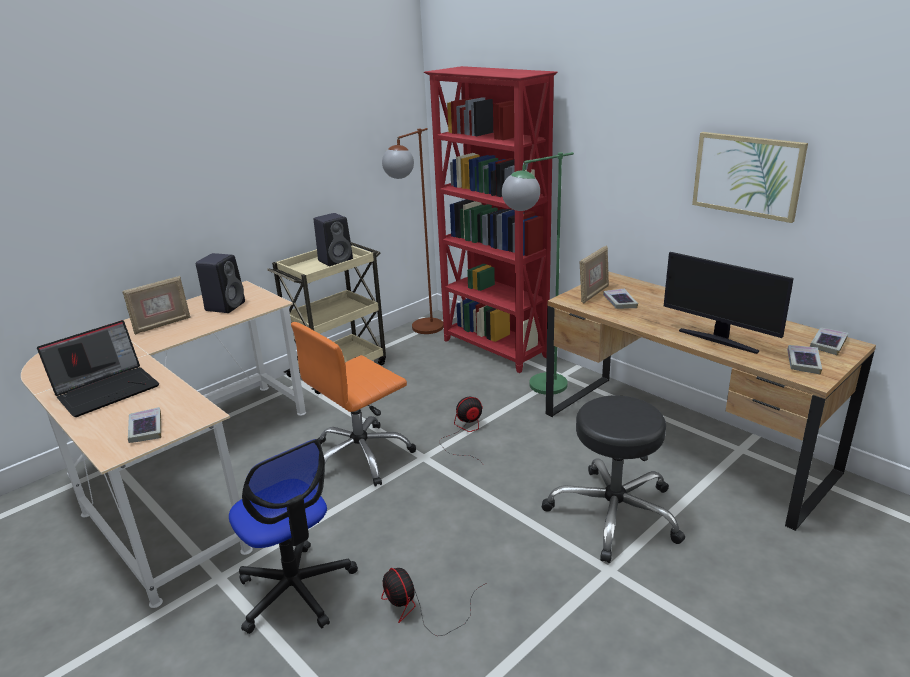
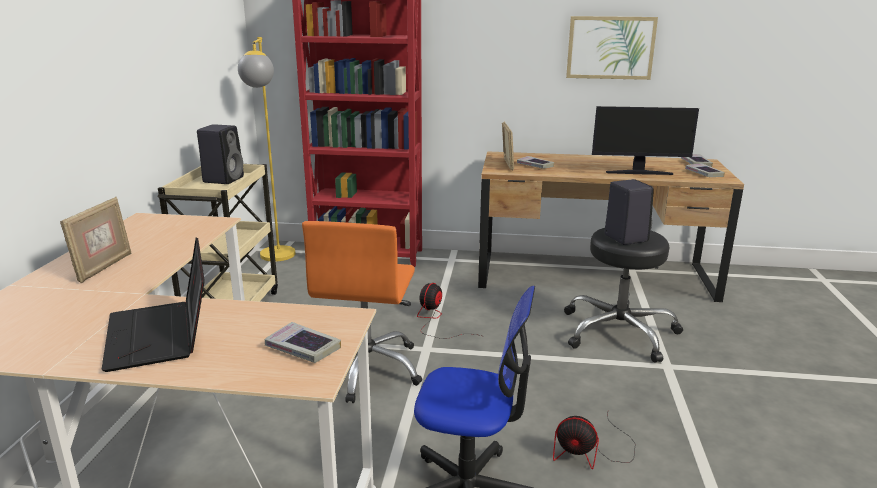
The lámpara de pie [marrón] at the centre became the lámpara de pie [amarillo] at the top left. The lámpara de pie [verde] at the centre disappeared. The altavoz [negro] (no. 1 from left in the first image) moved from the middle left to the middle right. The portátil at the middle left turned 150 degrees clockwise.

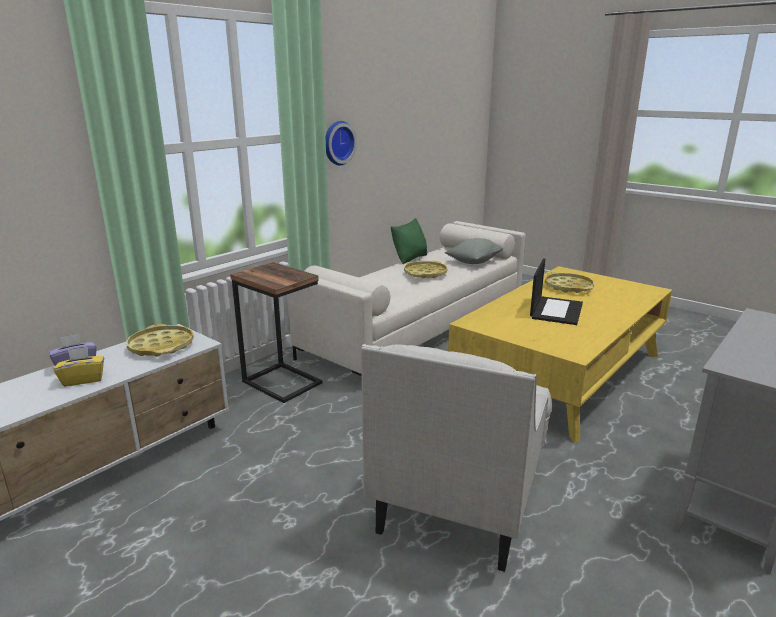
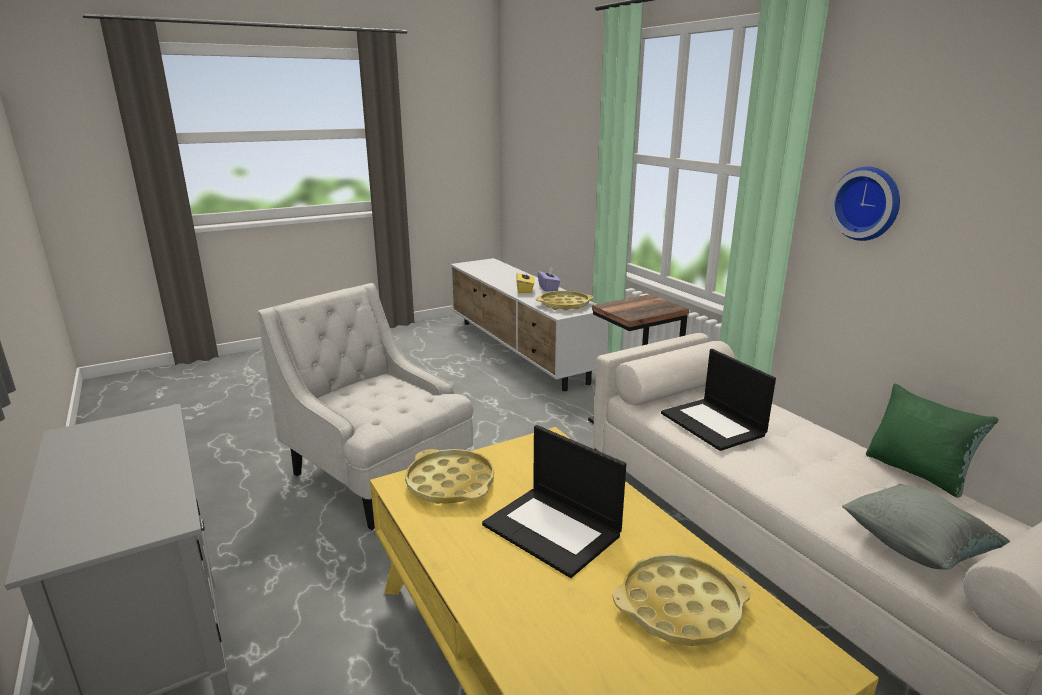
The bandeja [amarillo] (no. 2 from left in the first image) moved from the centre to the bottom centre. The portátil (no. 2 from left) at the middle right appeared.

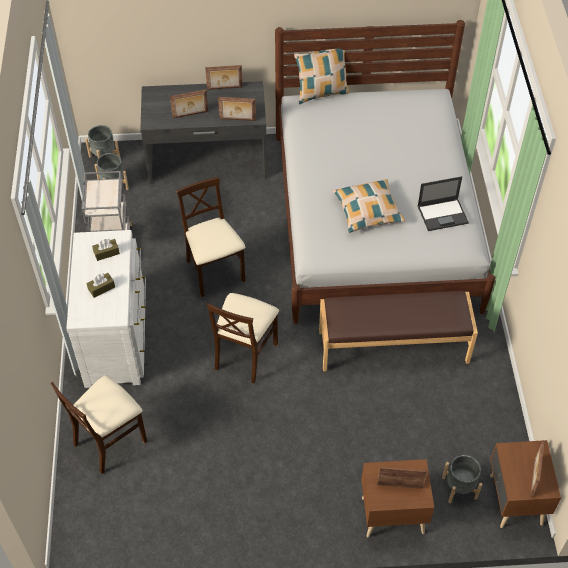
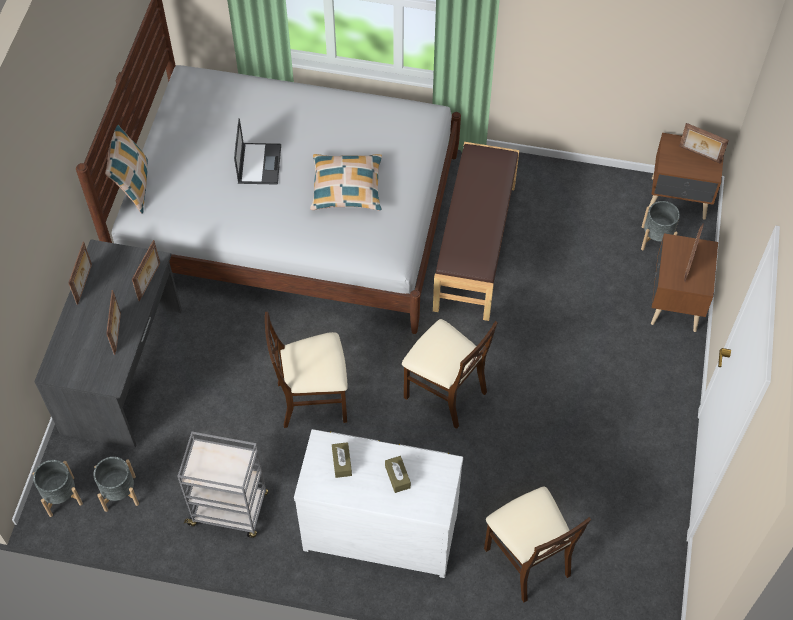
The portátil moved from the middle right to the top left.

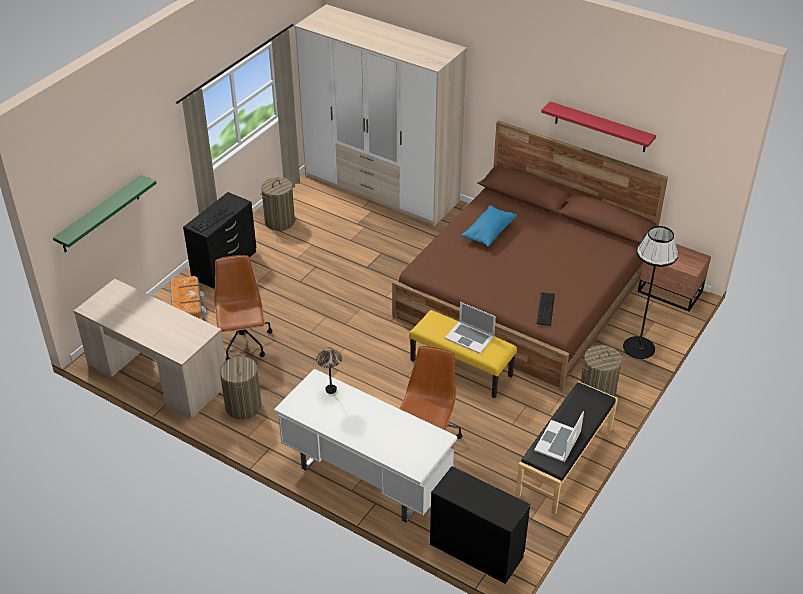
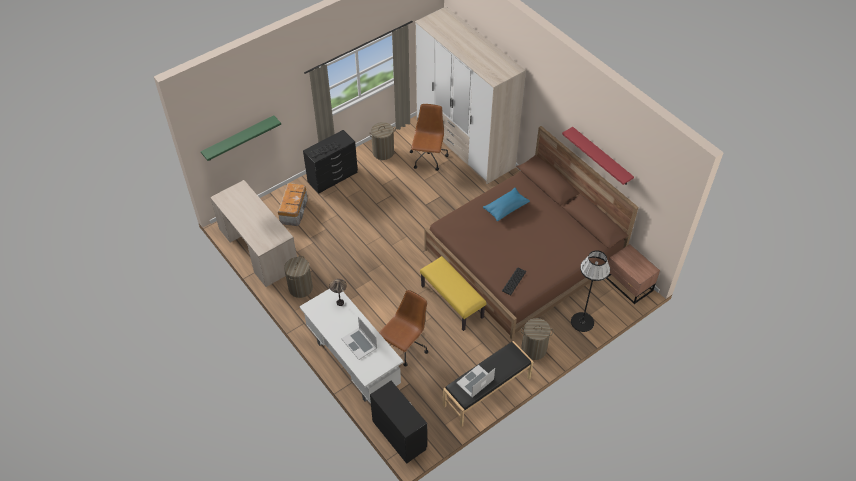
The silla de oficina [marrón] (no. 1 from left in the first image) moved from the middle left to the top centre. The portátil (no. 1 from left) moved from the centre to the bottom centre.

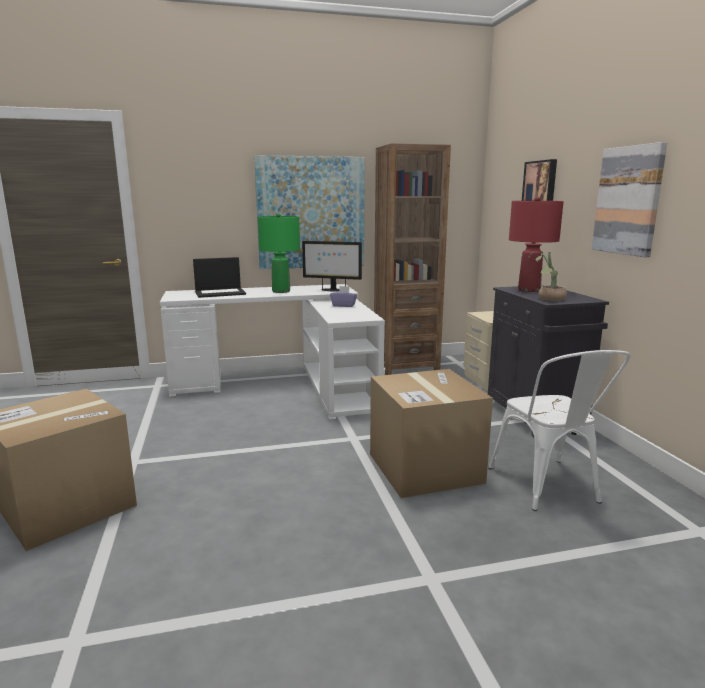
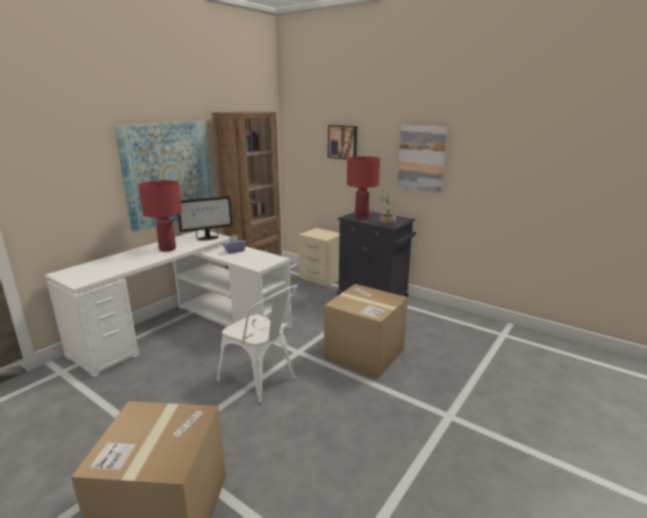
The lámpara de mesa [verde] at the centre became the lámpara de mesa [rojo] (no. 1 from left) at the middle left. The portátil at the middle left disappeared. The silla [blanco] moved from the middle right to the centre.

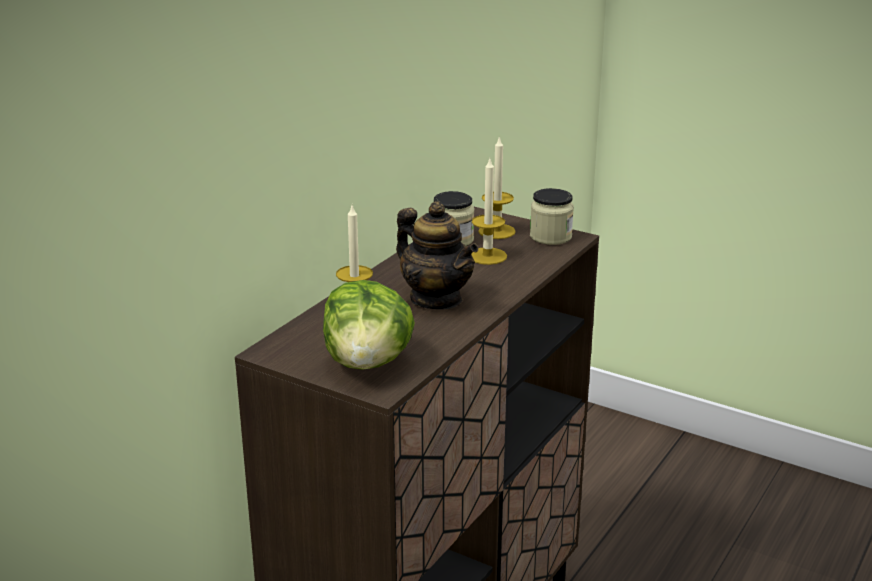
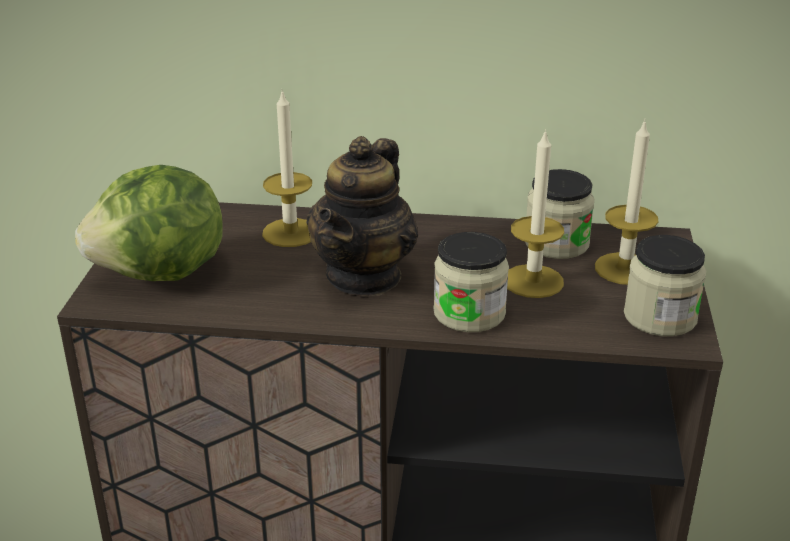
The tarro (no. 1 from left) at the centre appeared.

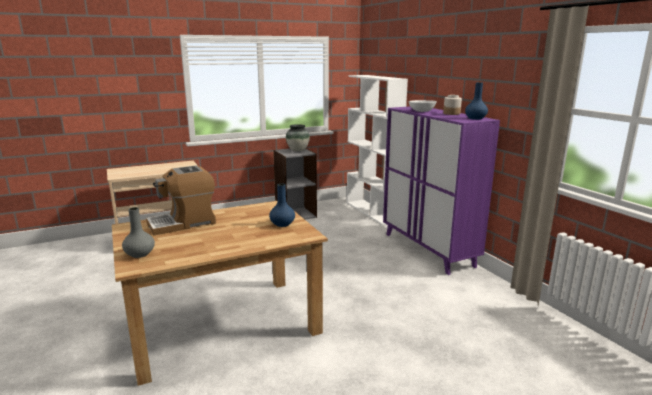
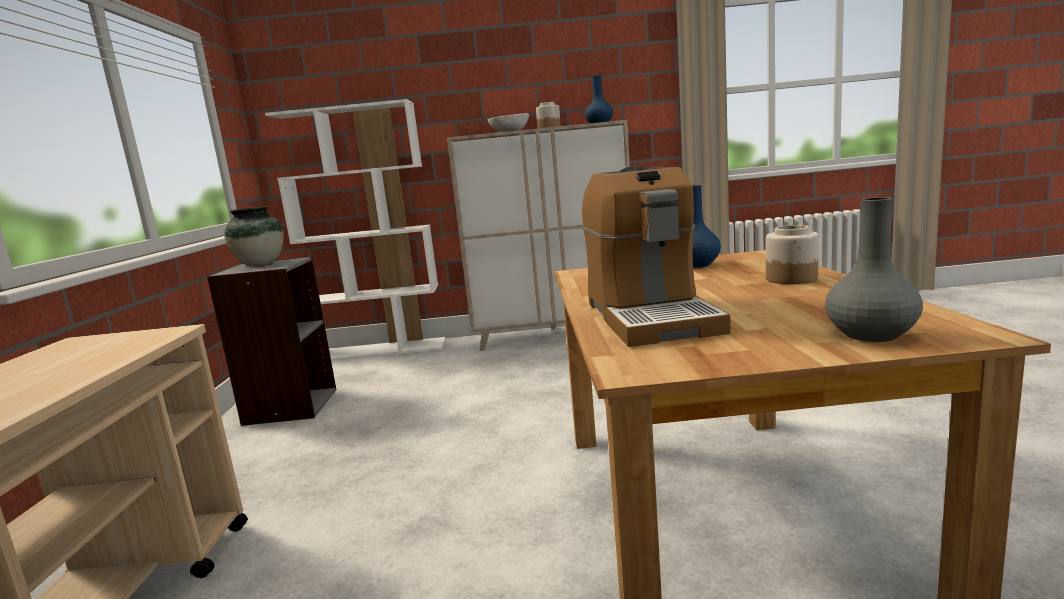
The armario [morado] at the middle right became the armario [beis] at the centre. The tarro (no. 2 from left) at the middle right appeared.

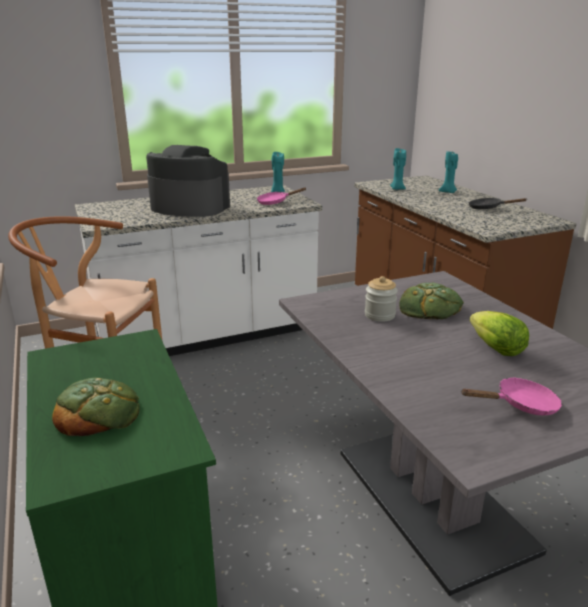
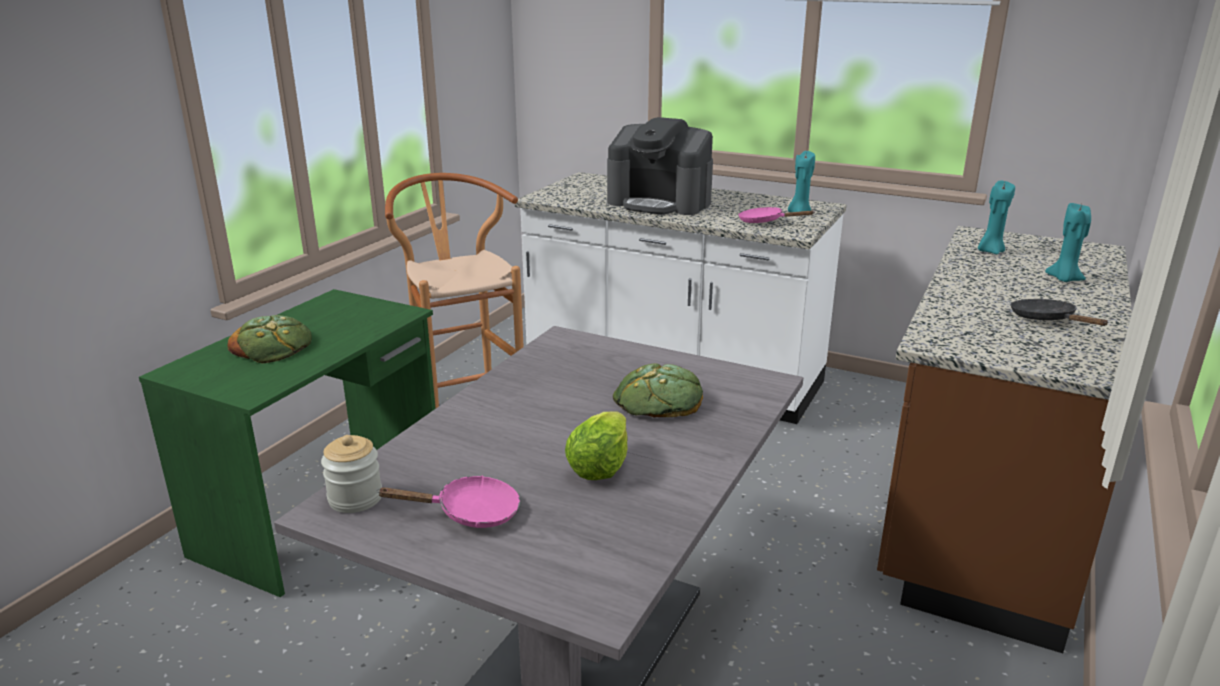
The cafetera at the top left turned 135 degrees clockwise. The tarro moved from the centre to the bottom left. The sartén [rosa] (no. 2 from left in the first image) at the middle right turned 45 degrees counterclockwise.

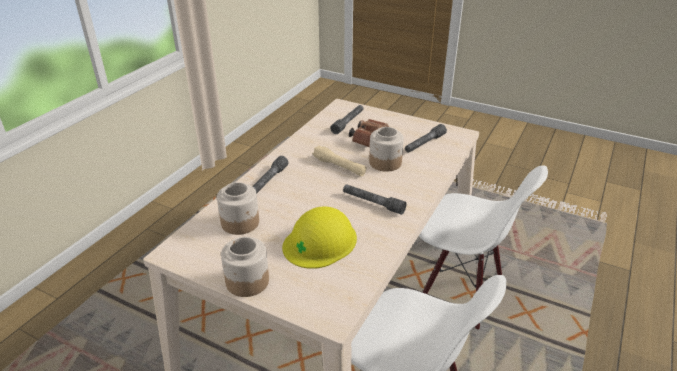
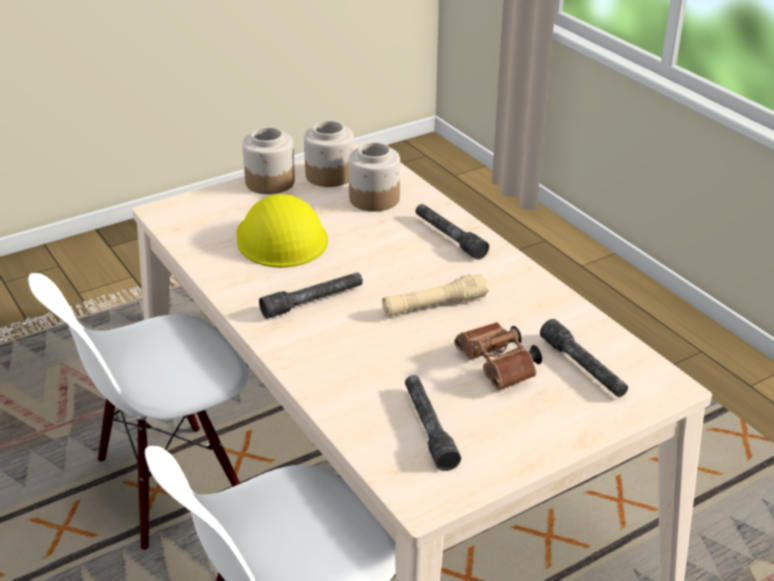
The tarro (no. 3 from left in the first image) moved from the centre to the top centre.

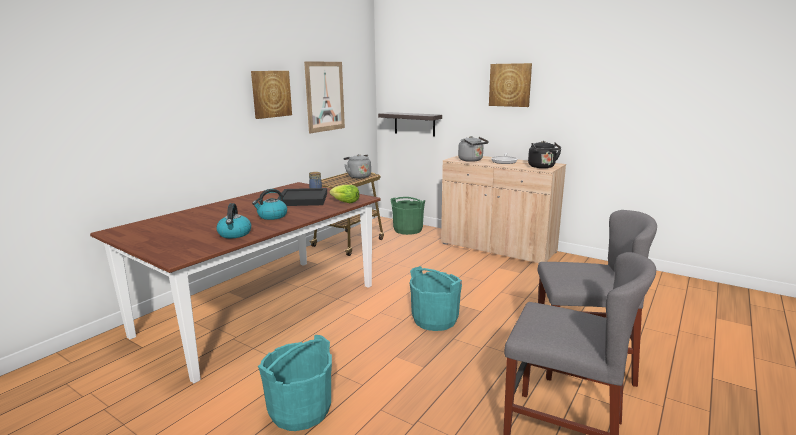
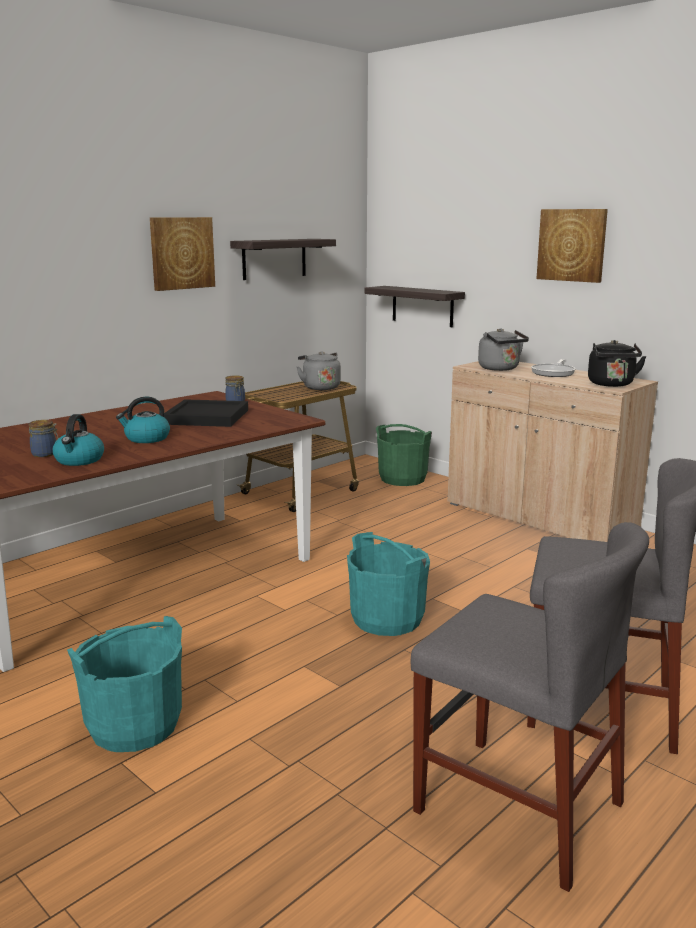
The cuadro (no. 2 from left) at the top centre was replaced by the estante (no. 1 from left) at the top centre. The lechuga at the centre disappeared. The tarro (no. 1 from left) at the middle left appeared.

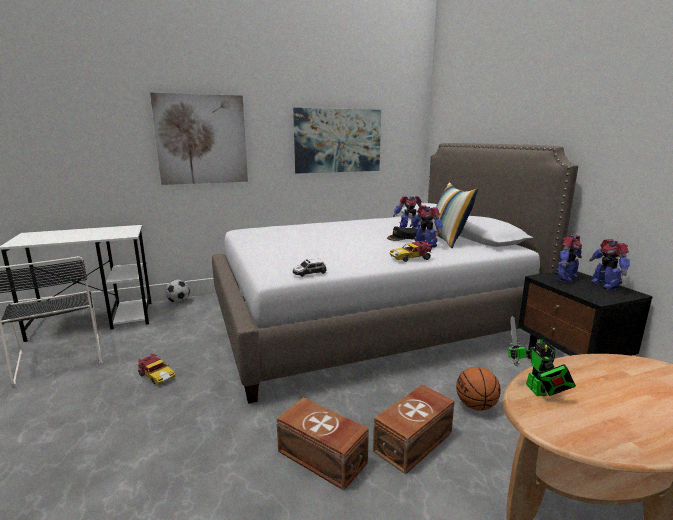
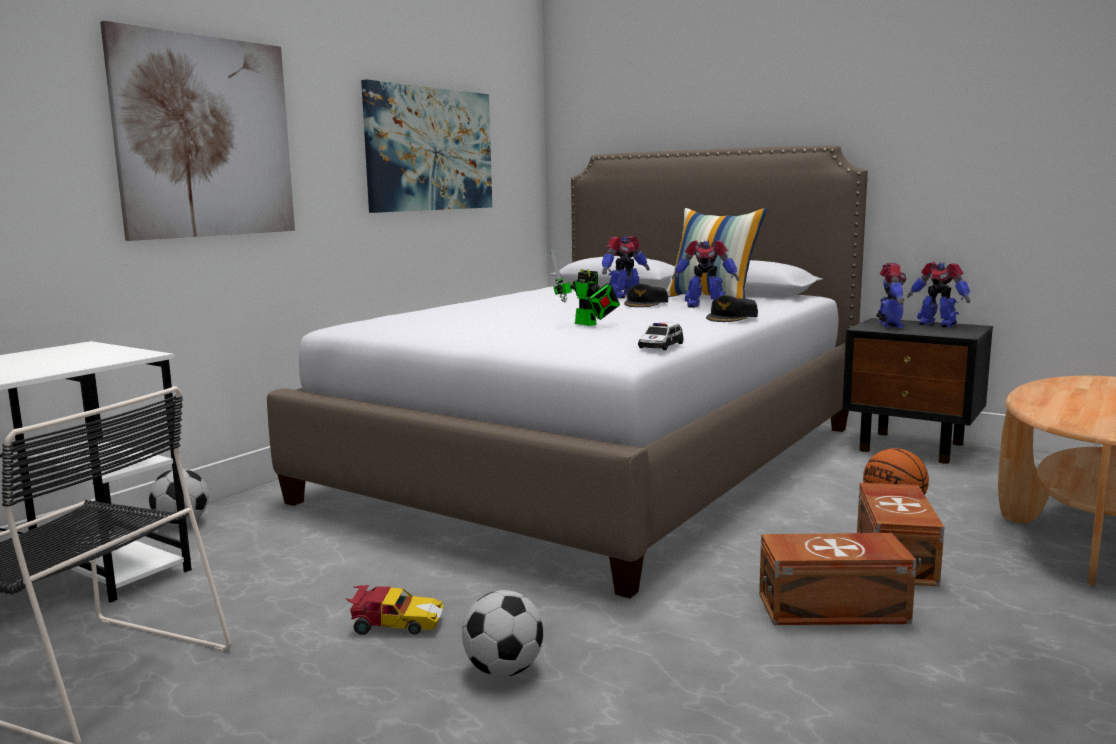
The coche de juguete (no. 3 from left) at the centre was replaced by the gorra [negro] (no. 2 from left) at the centre. The robot de juguete (no. 3 from left in the first image) moved from the bottom right to the centre. The balón de fútbol (no. 2 from left) at the bottom centre appeared.

